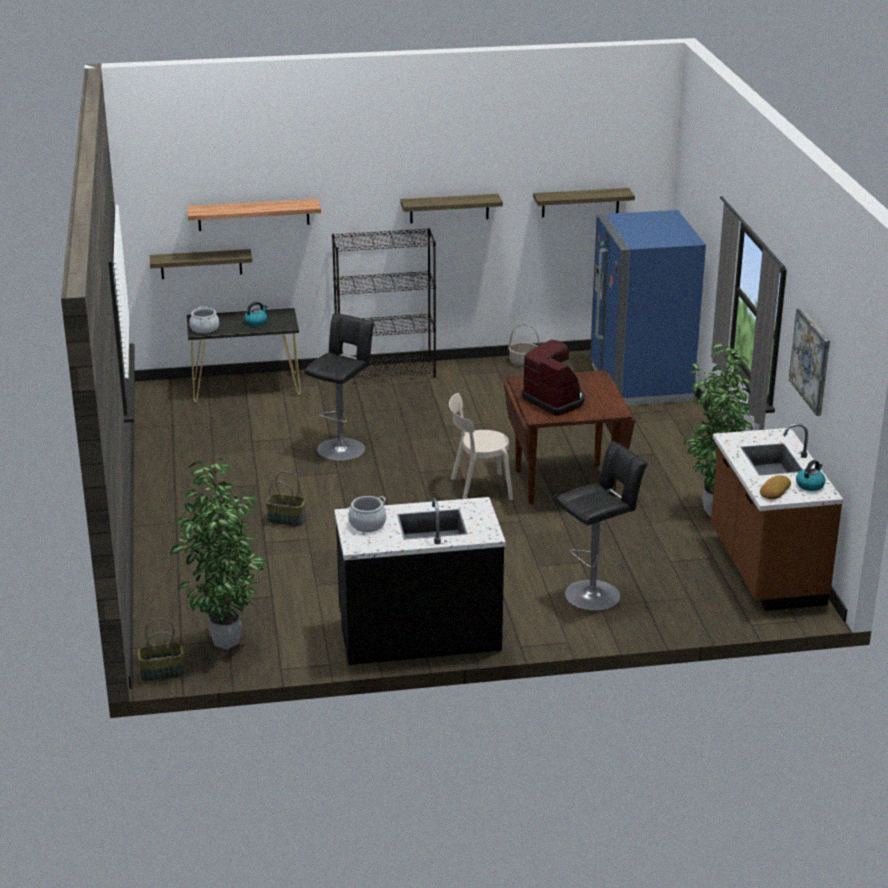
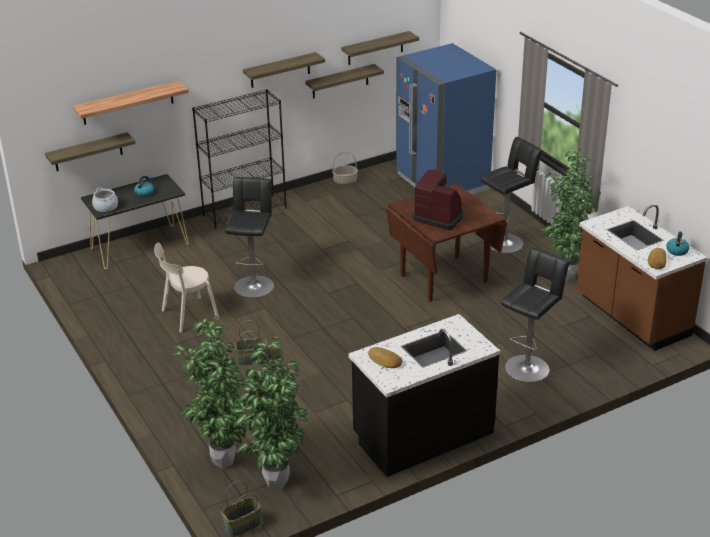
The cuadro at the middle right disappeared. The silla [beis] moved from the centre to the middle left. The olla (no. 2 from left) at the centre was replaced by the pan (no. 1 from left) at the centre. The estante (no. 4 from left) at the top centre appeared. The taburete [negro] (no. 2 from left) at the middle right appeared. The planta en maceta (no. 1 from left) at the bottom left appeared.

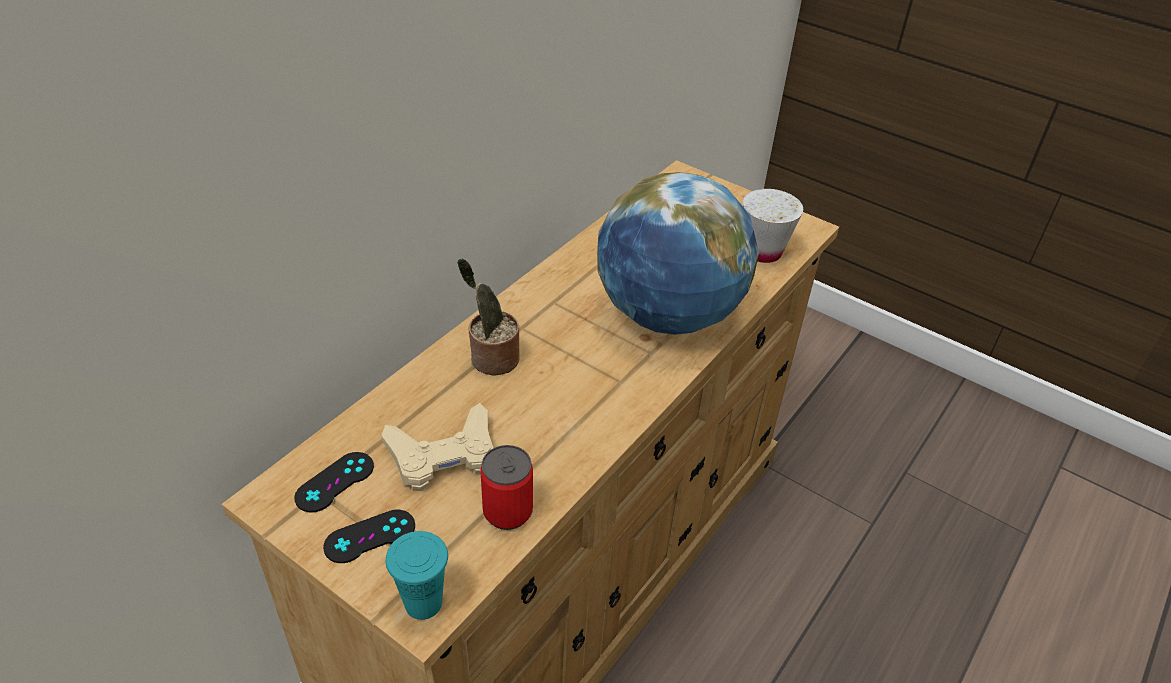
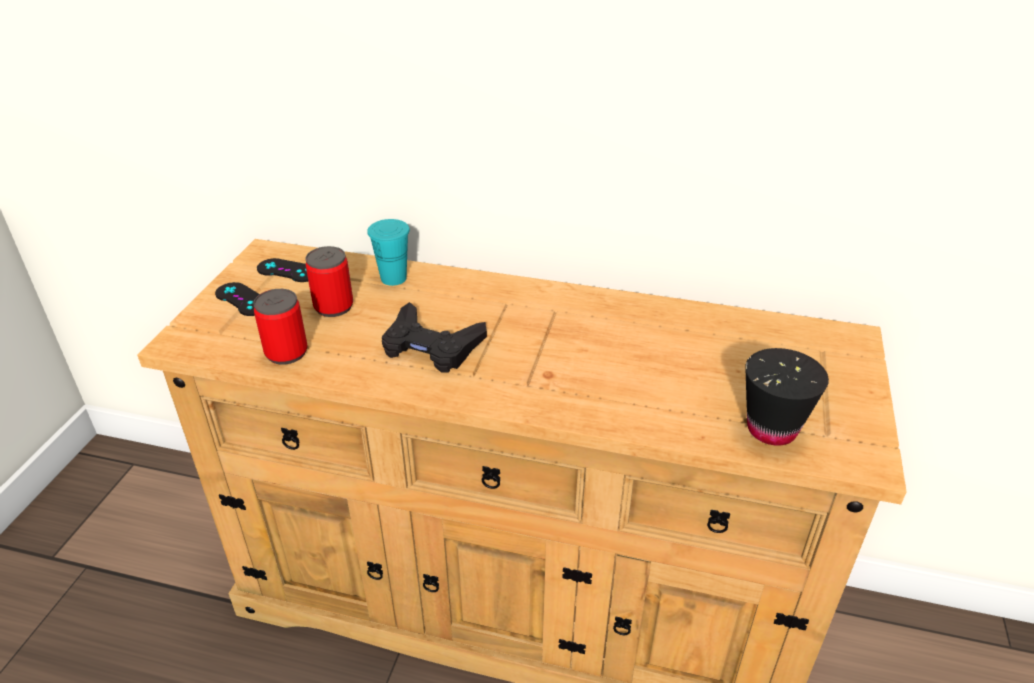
The globo terráqueo at the centre disappeared. The taza [blanco] at the top centre became the taza [negro] at the middle right. The planta en maceta at the centre disappeared. The mando de consola [beis] at the centre was replaced by the lata (no. 2 from left) at the middle left. The taza [turquesa] moved from the bottom centre to the centre. The mando de consola [negro] (no. 3 from left) at the centre appeared.

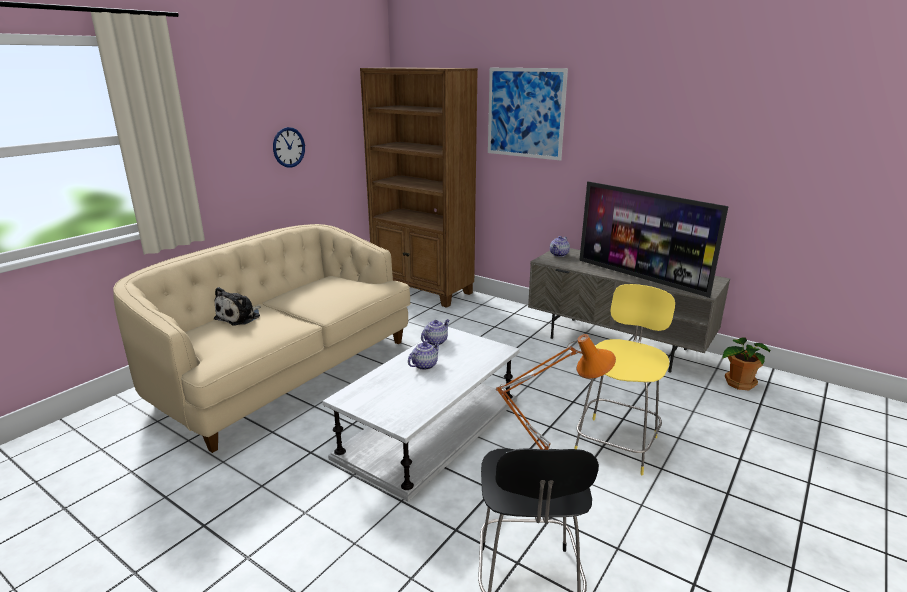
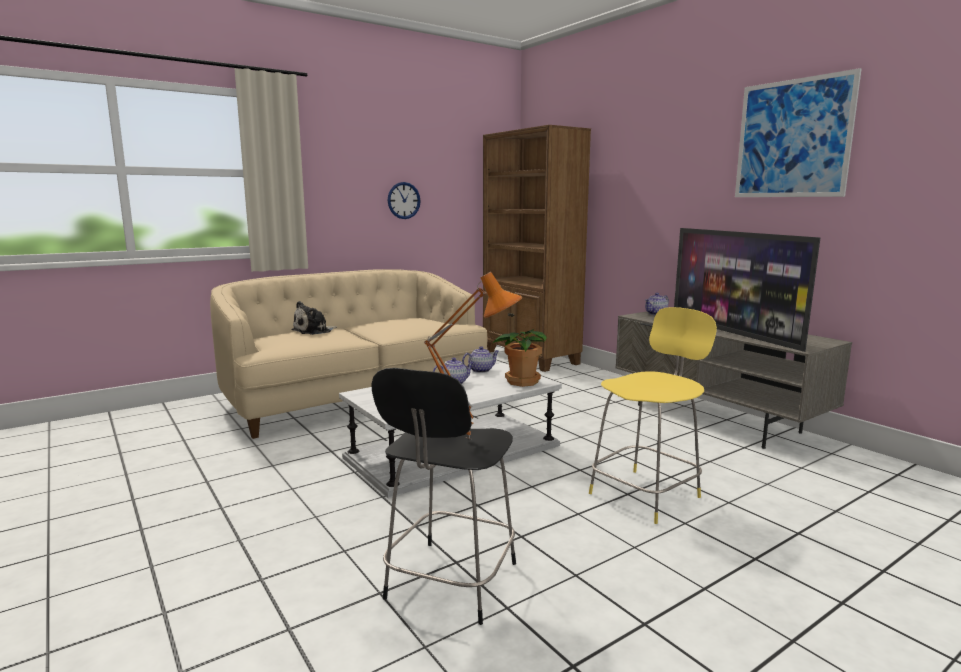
The cuadro moved from the top centre to the top right. The planta en maceta moved from the middle right to the centre.

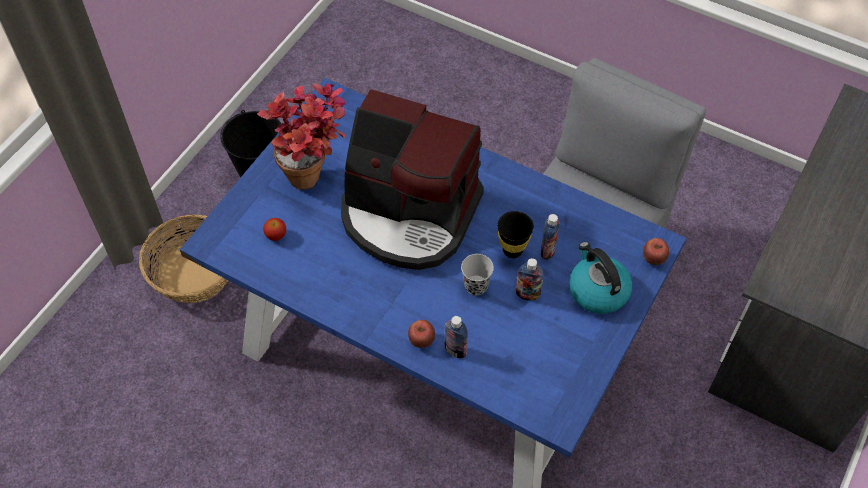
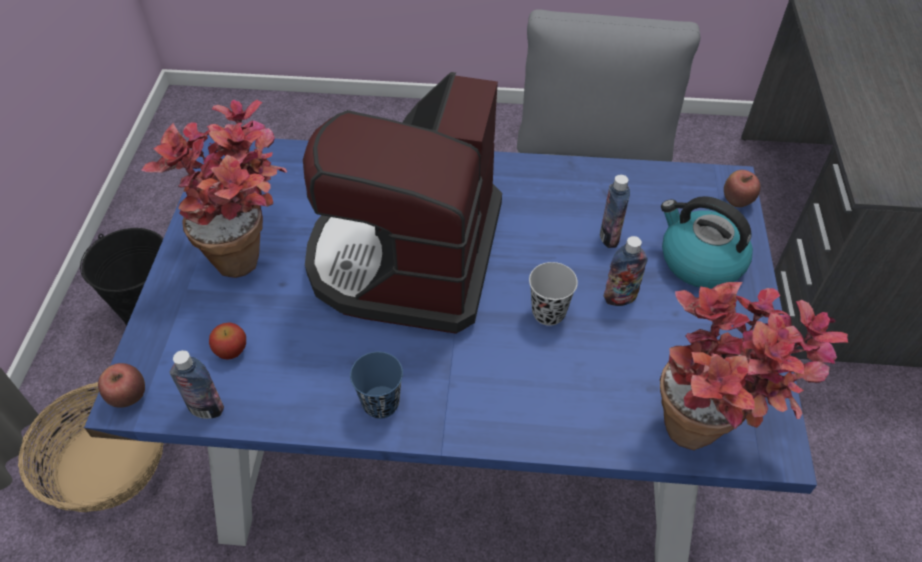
The cafetera at the centre turned 105 degrees clockwise. The taza [negro] (no. 2 from left) at the centre disappeared. The botella (no. 1 from left) moved from the bottom centre to the bottom left. The manzana (no. 2 from left in the first image) moved from the bottom centre to the bottom left. The planta en maceta (no. 2 from left) at the middle right appeared. The taza [azul] at the bottom centre appeared.

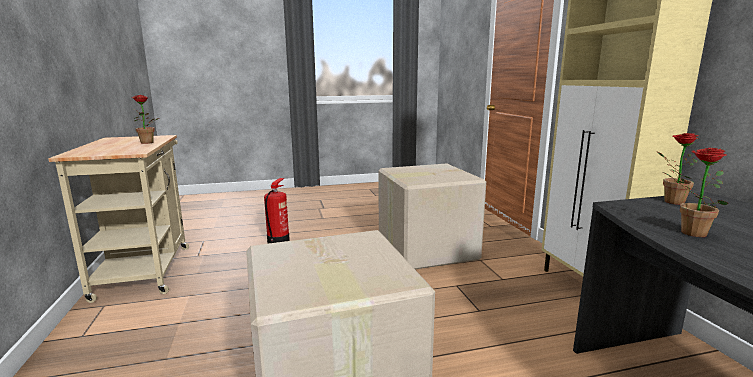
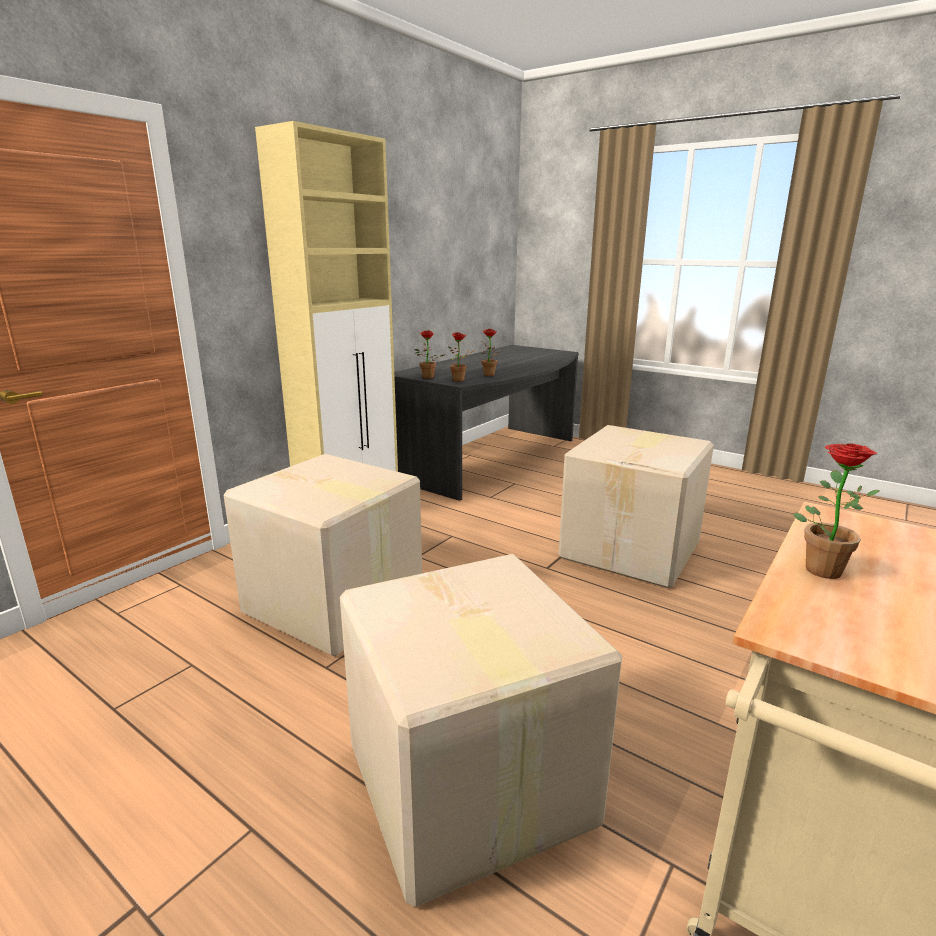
The extintor at the centre was replaced by the caja de cartón (no. 2 from left) at the bottom centre. The planta en maceta (no. 2 from left) at the centre appeared.

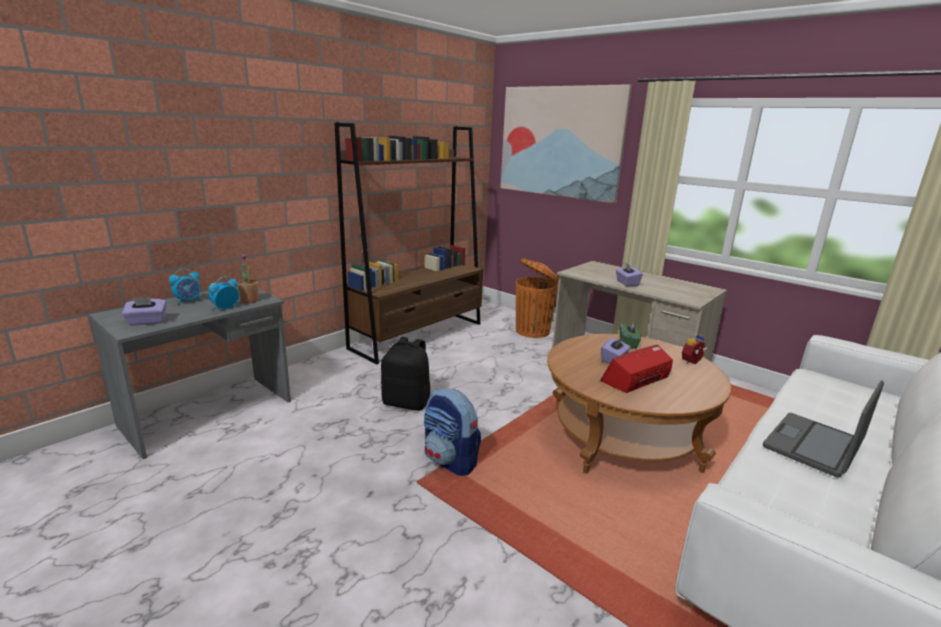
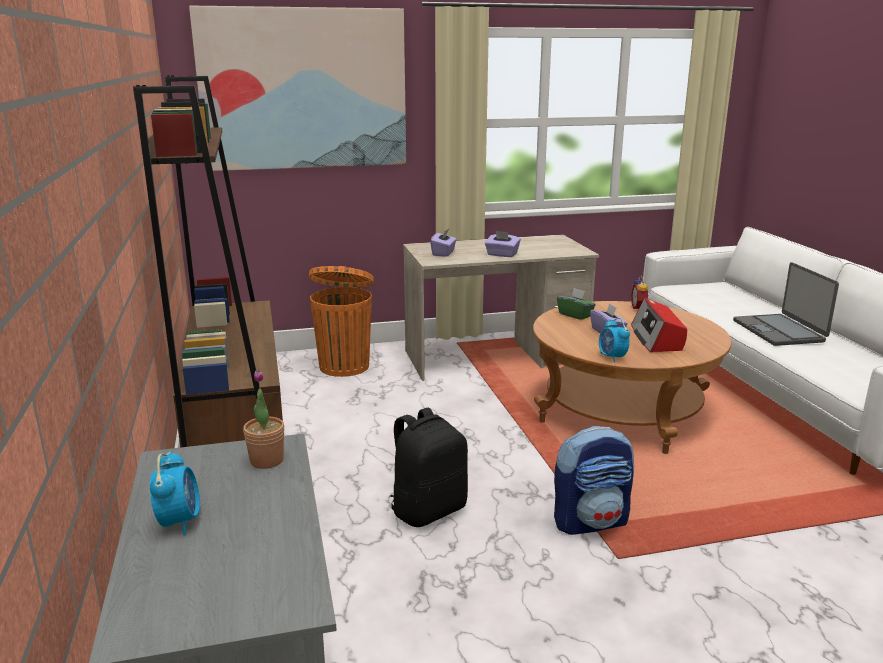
The despertador (no. 2 from left) moved from the middle left to the middle right. The caja de pañuelos [morado] (no. 1 from left) moved from the middle left to the centre.

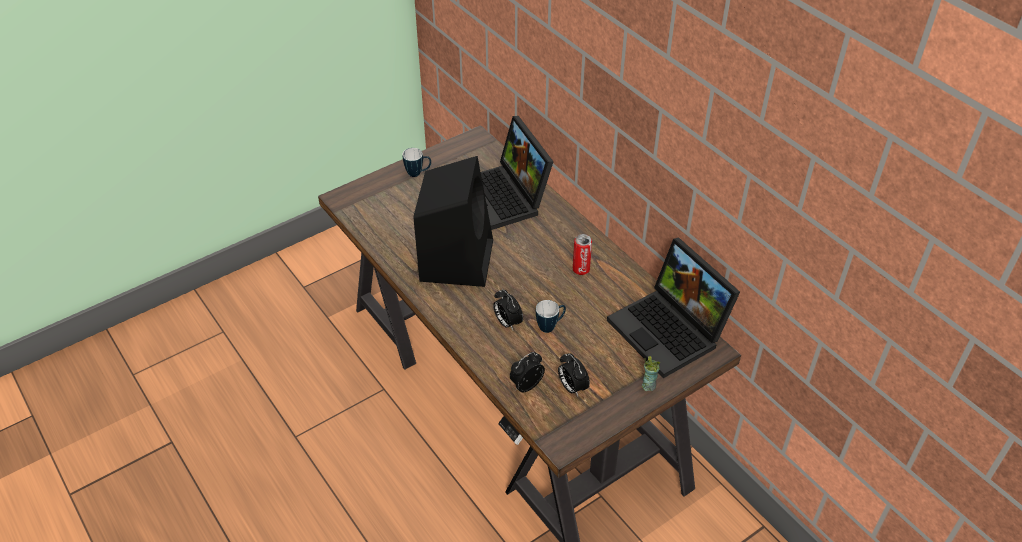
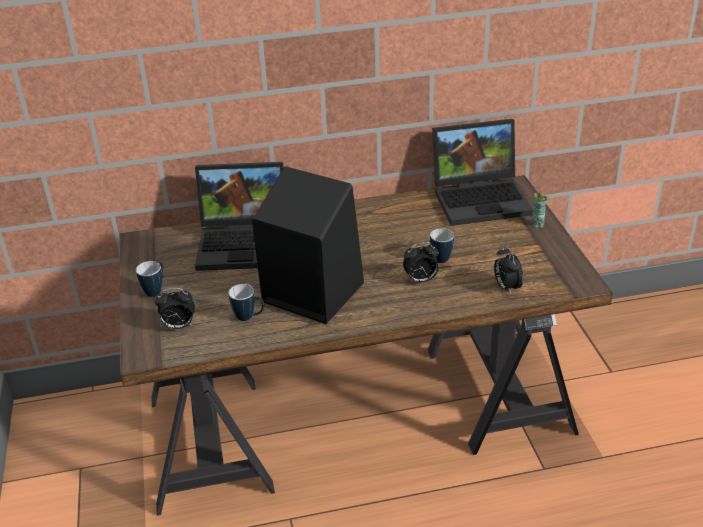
The lata at the centre disappeared. The despertador (no. 3 from left in the first image) moved from the bottom centre to the middle left. The taza grande (no. 2 from left) at the centre appeared.

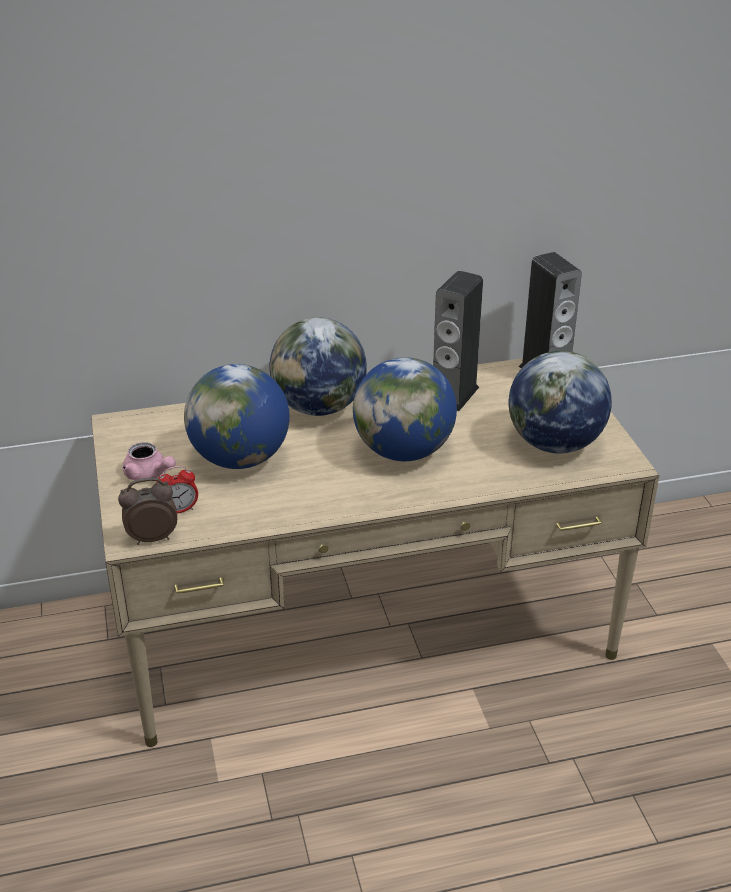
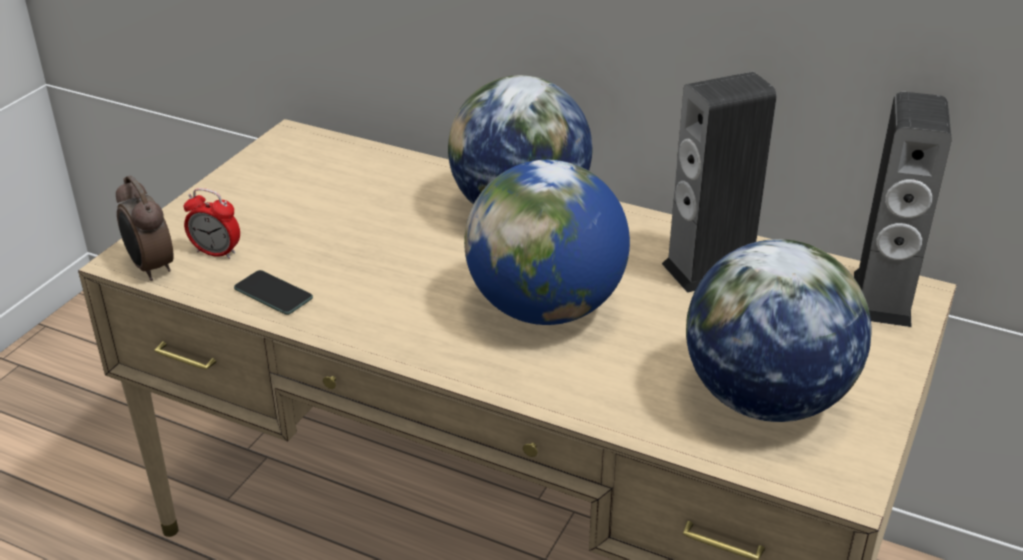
The globo terráqueo (no. 1 from left) at the middle left disappeared. The tetera [rosa] at the middle left disappeared. The despertador (no. 1 from left) at the middle left turned 150 degrees counterclockwise. The móvil at the middle left appeared.

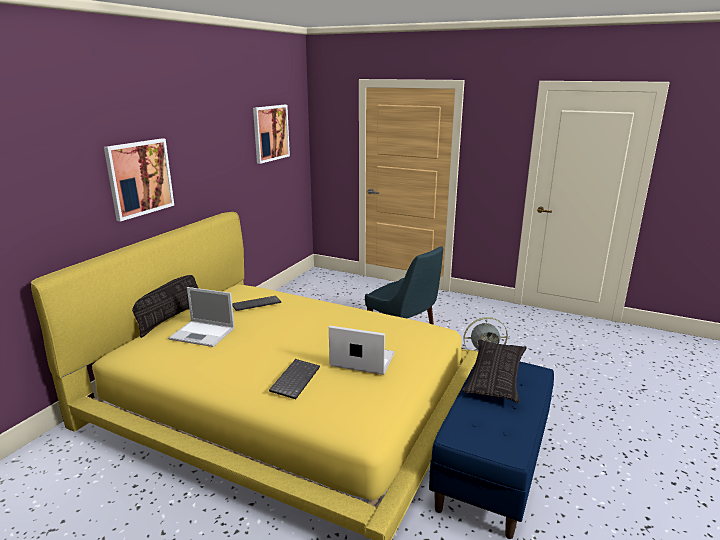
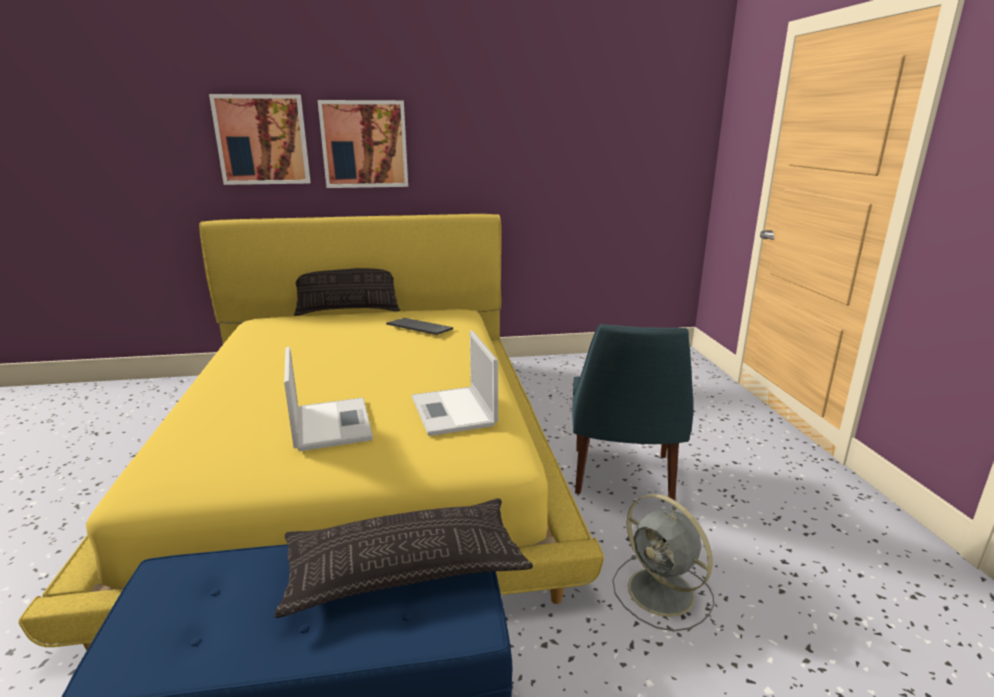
The cuadro (no. 2 from left in the first image) moved from the top centre to the top left. The portátil (no. 1 from left in the first image) moved from the middle left to the centre. The teclado (no. 2 from left) at the bottom centre disappeared.

